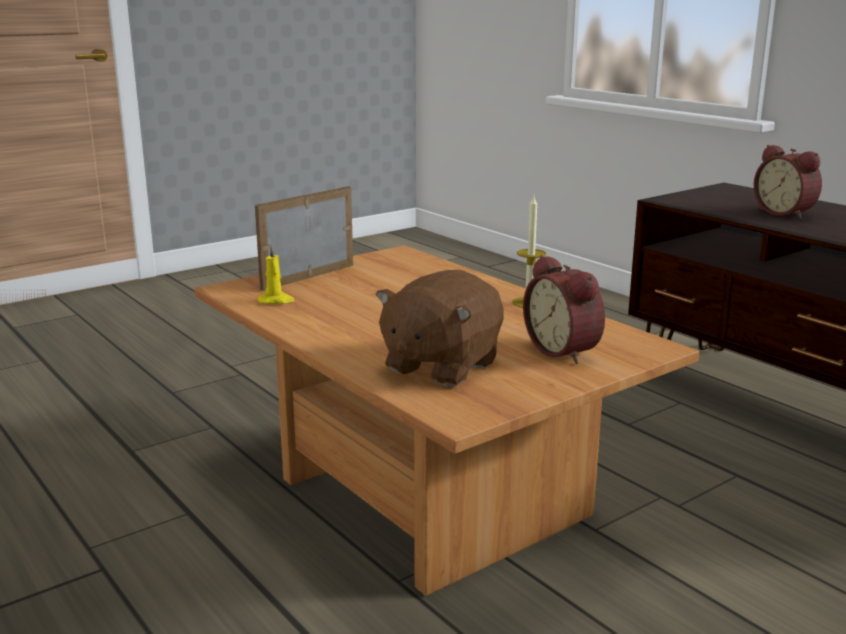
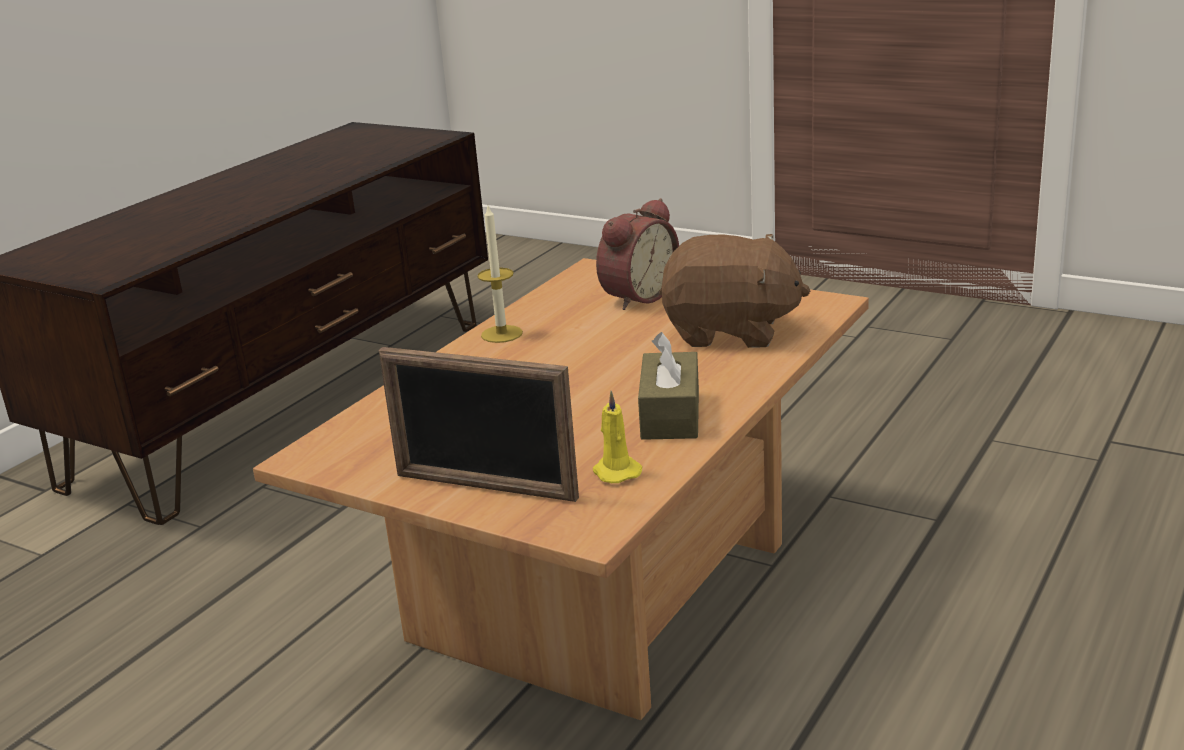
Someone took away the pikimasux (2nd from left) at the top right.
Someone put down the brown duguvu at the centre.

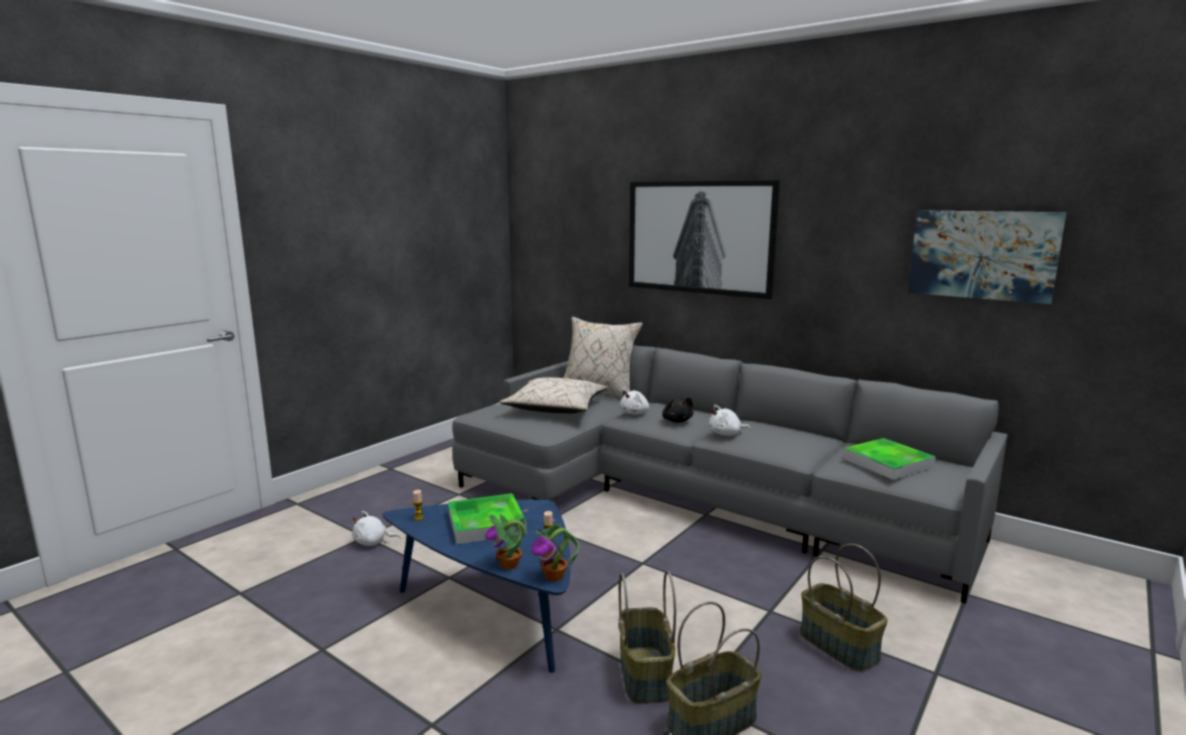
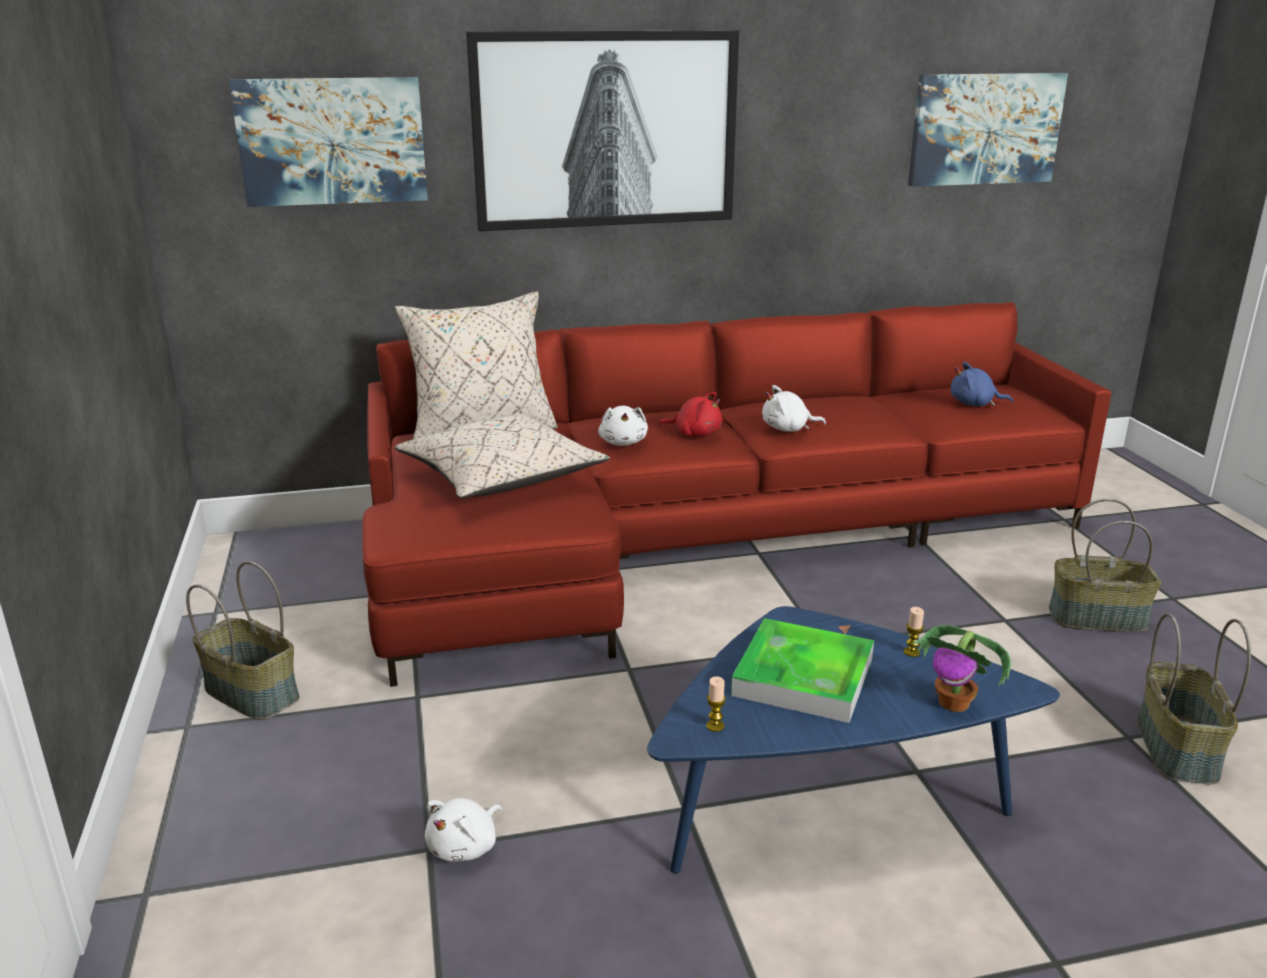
Someone took away the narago (2nd from left) at the bottom centre.
Someone put up the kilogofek (1st from left) at the top left.
Someone carried the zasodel (1st from left) from the bottom centre to the middle left.
Someone swapped the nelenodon (2nd from left) at the middle right for the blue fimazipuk at the middle right.
Someone repainted the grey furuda at the centre, which became the red furuda at the centre.
Someone repainted the black fimazipuk at the centre, which became the red fimazipuk at the centre.
Someone rotated the white fimazipuk (3rd from left) at the centre by 60 degrees clockwise.

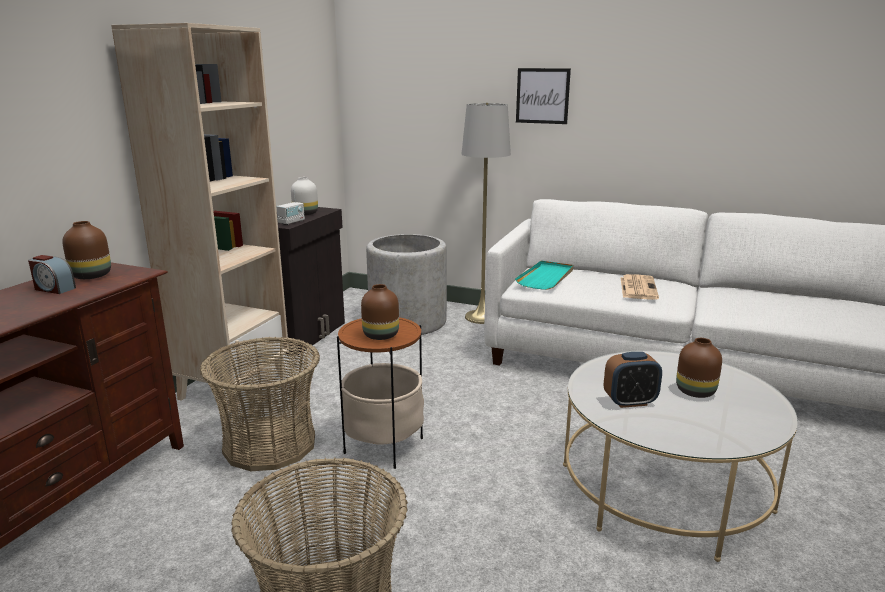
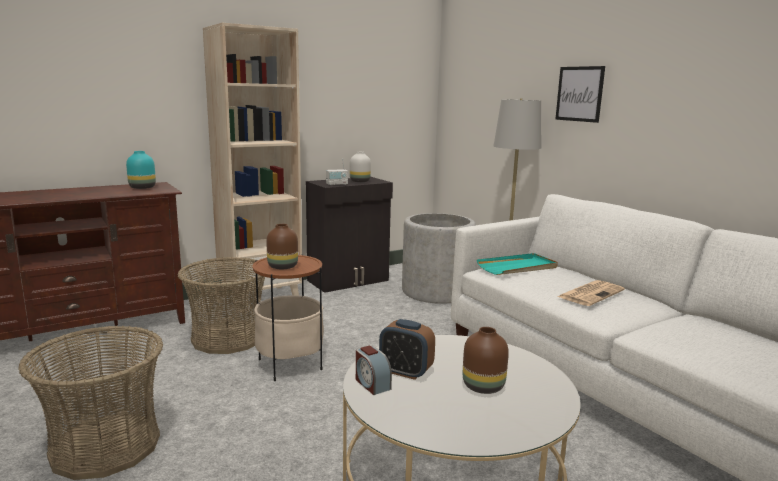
Someone carried the pikimasux (1st from left) from the middle left to the bottom centre.
Someone repainted the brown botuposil (1st from left) at the middle left, which became the turquoise botuposil at the middle left.

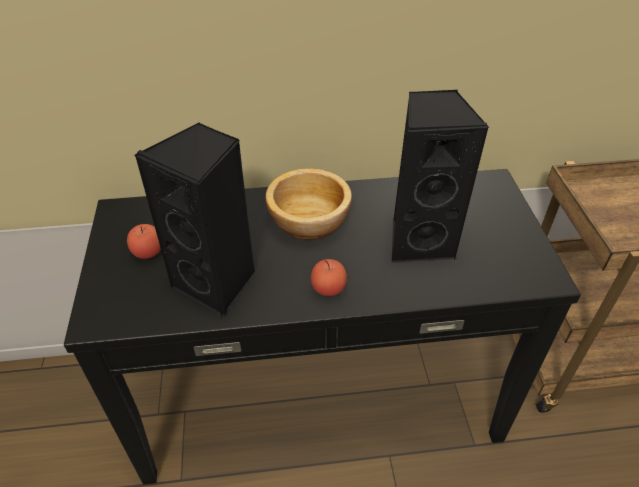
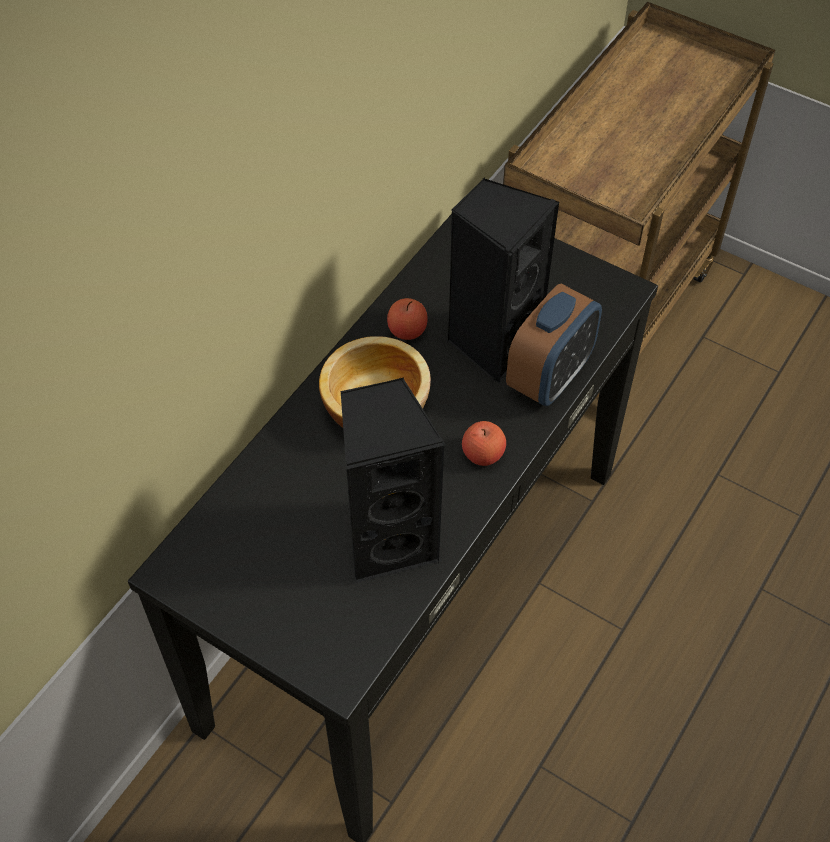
Someone put down the pikimasux at the middle right.
Someone carried the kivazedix (1st from left) from the middle left to the centre.

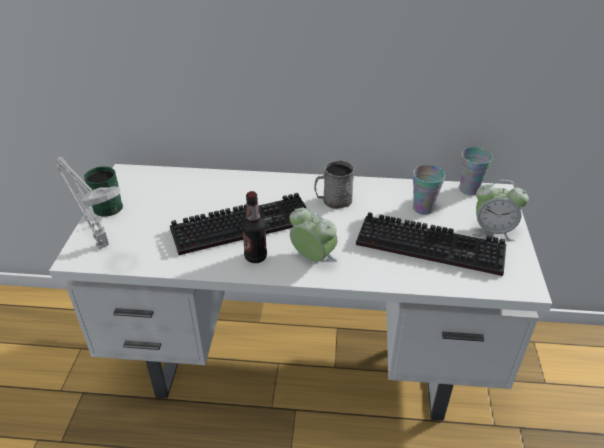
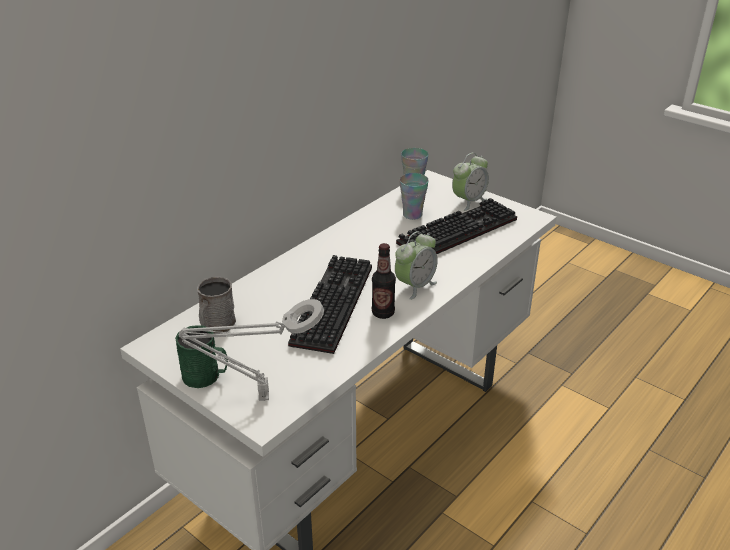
Someone carried the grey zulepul from the centre to the middle left.
Someone rotated the pikimasux (1st from left) at the centre by 150 degrees clockwise.

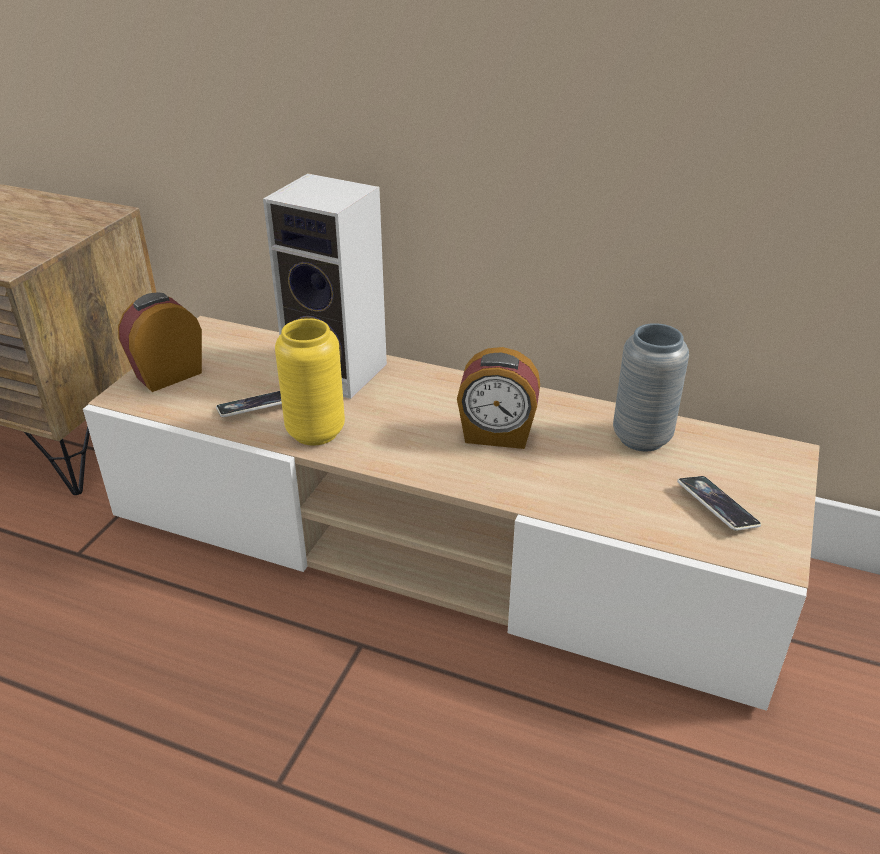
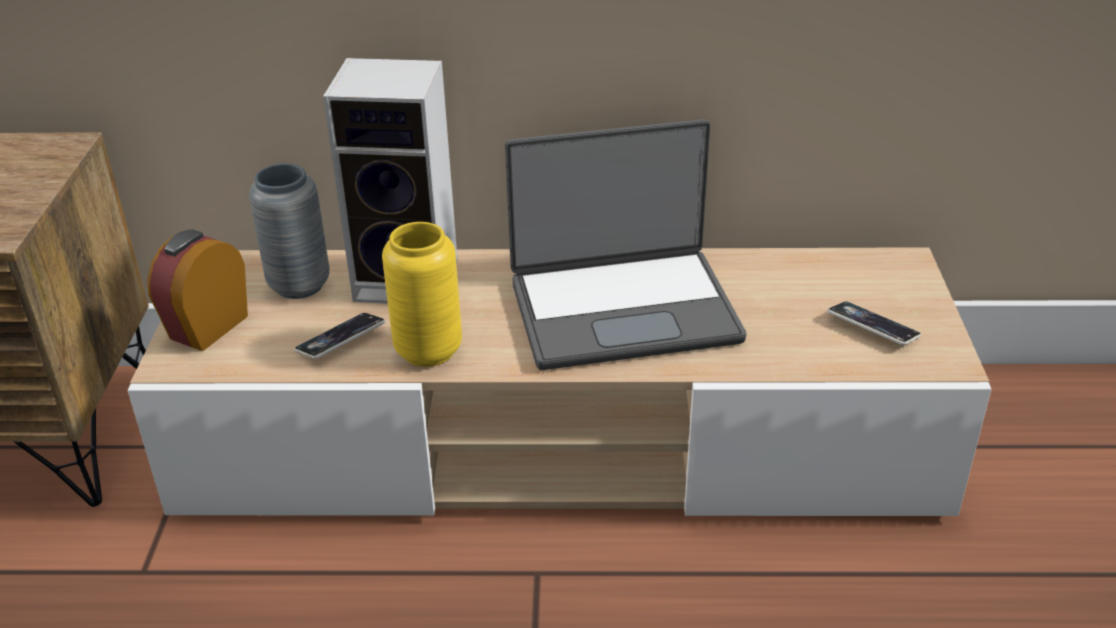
Someone carried the grey botuposil from the middle right to the middle left.
Someone swapped the pikimasux (2nd from left) at the centre for the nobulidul at the centre.

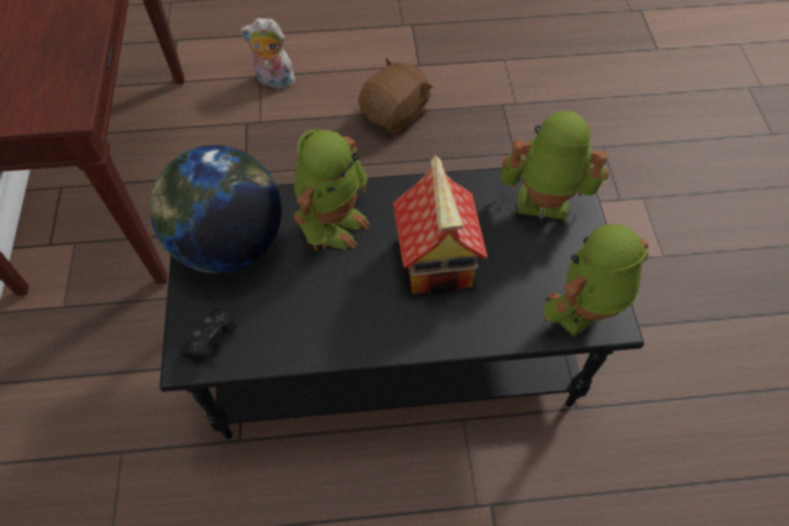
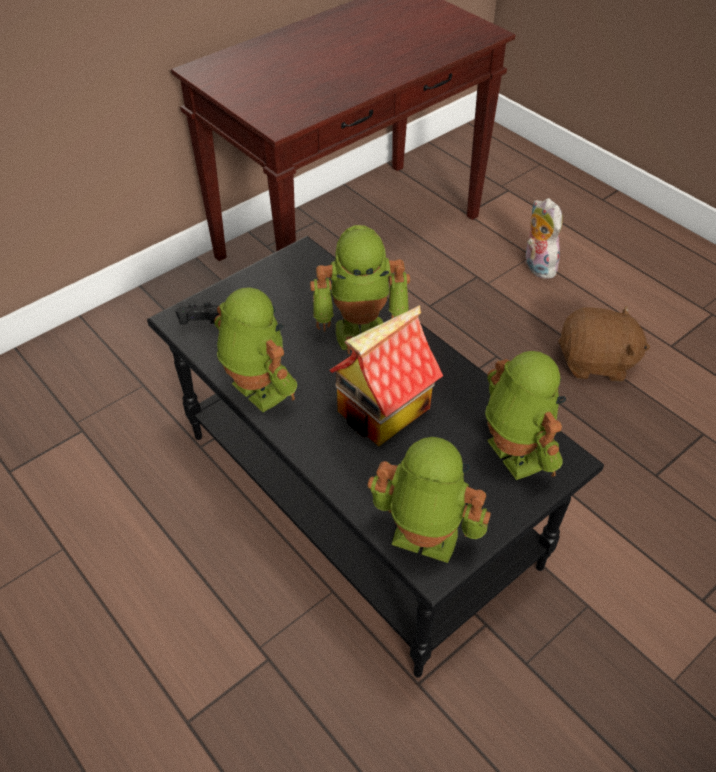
Someone took away the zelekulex at the middle left.
Someone put down the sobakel (1st from left) at the centre.

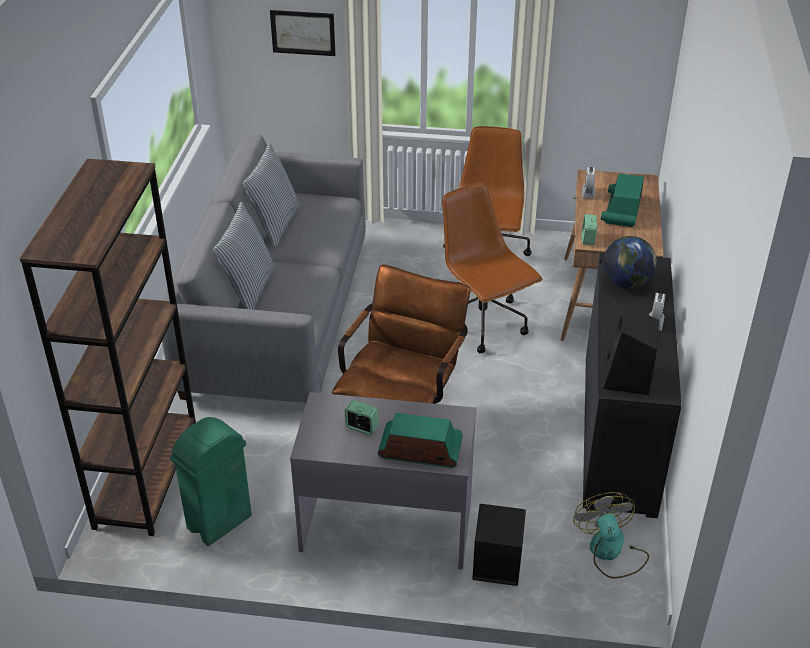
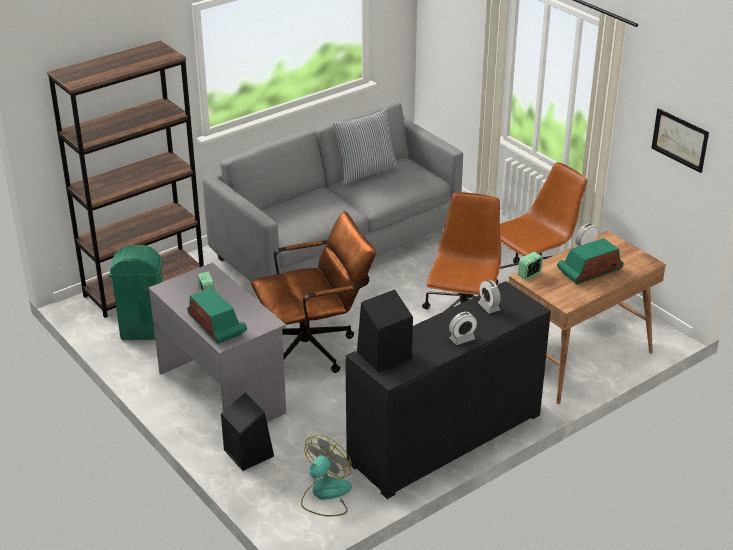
Someone took away the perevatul (1st from left) at the middle left.
Someone carried the kilogofek from the top centre to the top right.
Someone swapped the zelekulex at the middle right for the pikimasux (3rd from left) at the middle right.

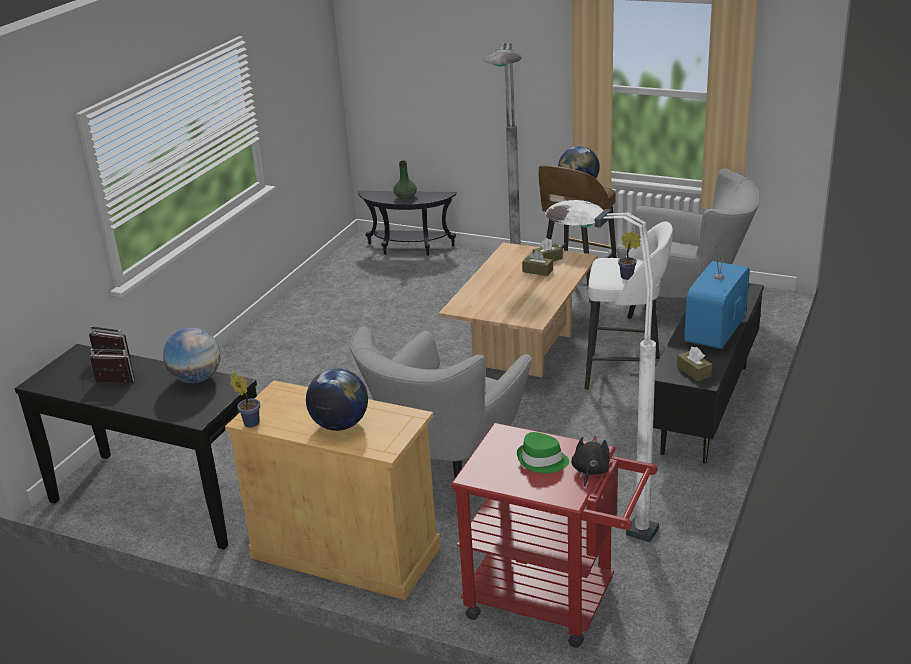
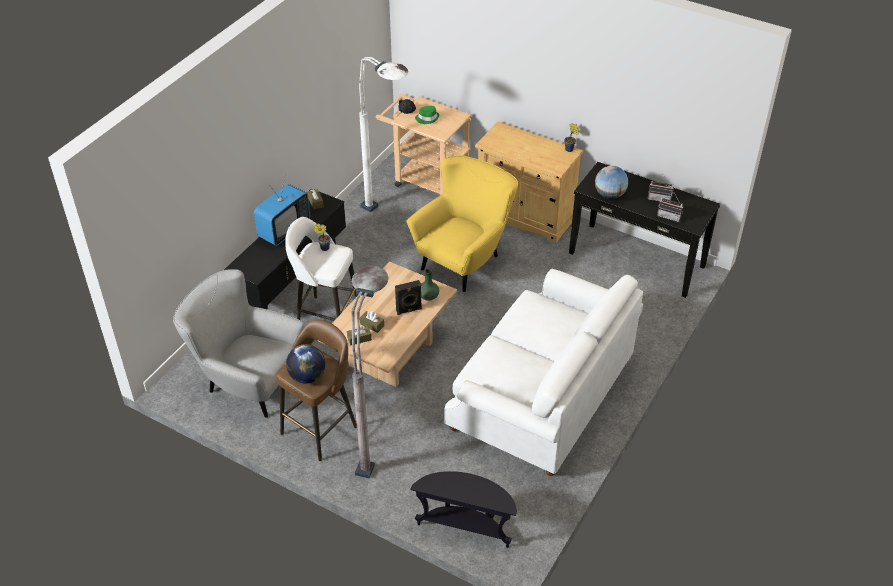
Someone took away the zelekulex (2nd from left) at the centre.
Someone put down the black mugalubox at the centre.
Someone put down the white furuda at the centre.
Someone carried the green botuposil from the top centre to the centre.
Someone repainted the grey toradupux (1st from left) at the centre, which became the yellow toradupux at the centre.
Someone repainted the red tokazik at the bottom centre, which became the beige tokazik at the top centre.

